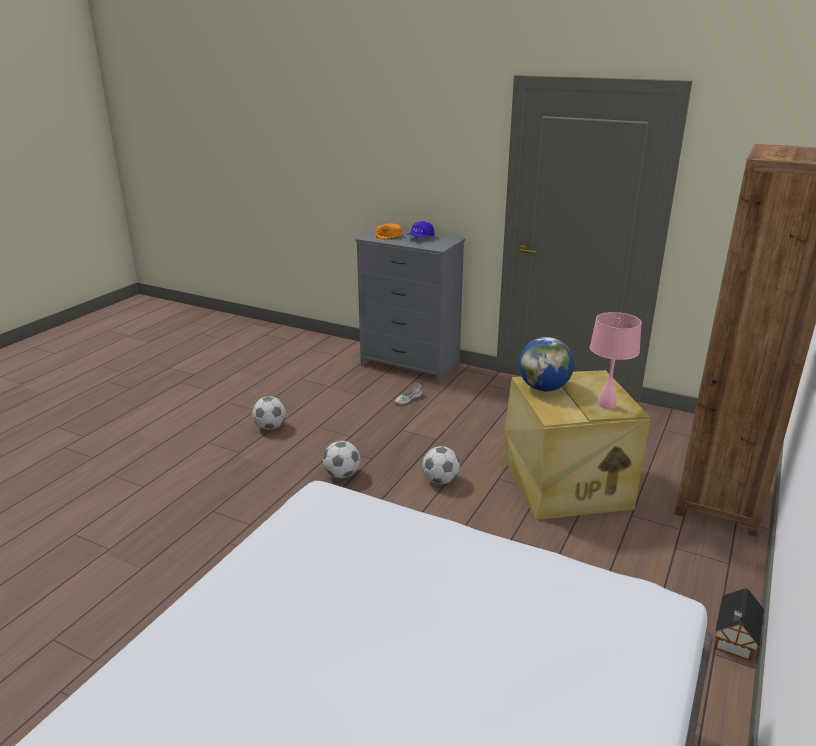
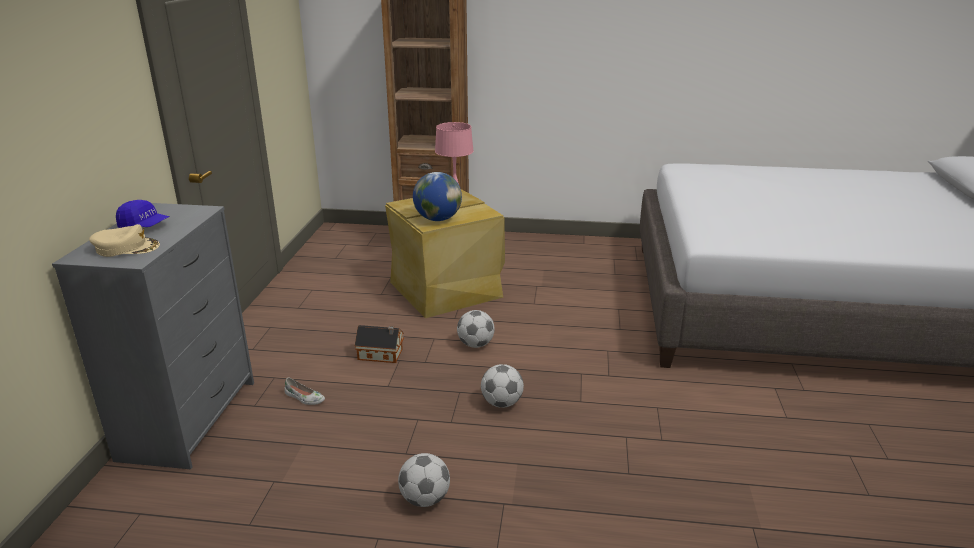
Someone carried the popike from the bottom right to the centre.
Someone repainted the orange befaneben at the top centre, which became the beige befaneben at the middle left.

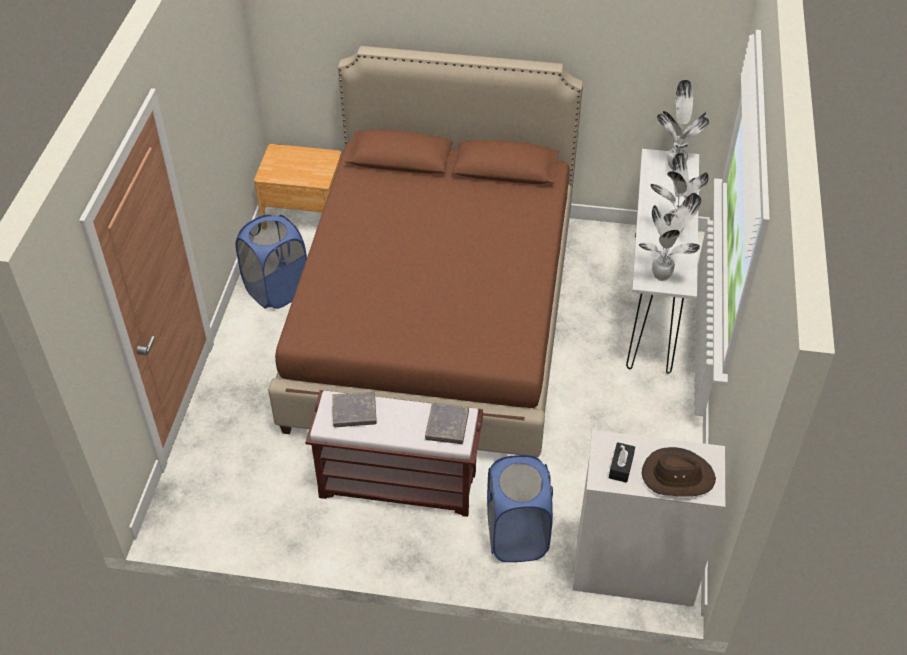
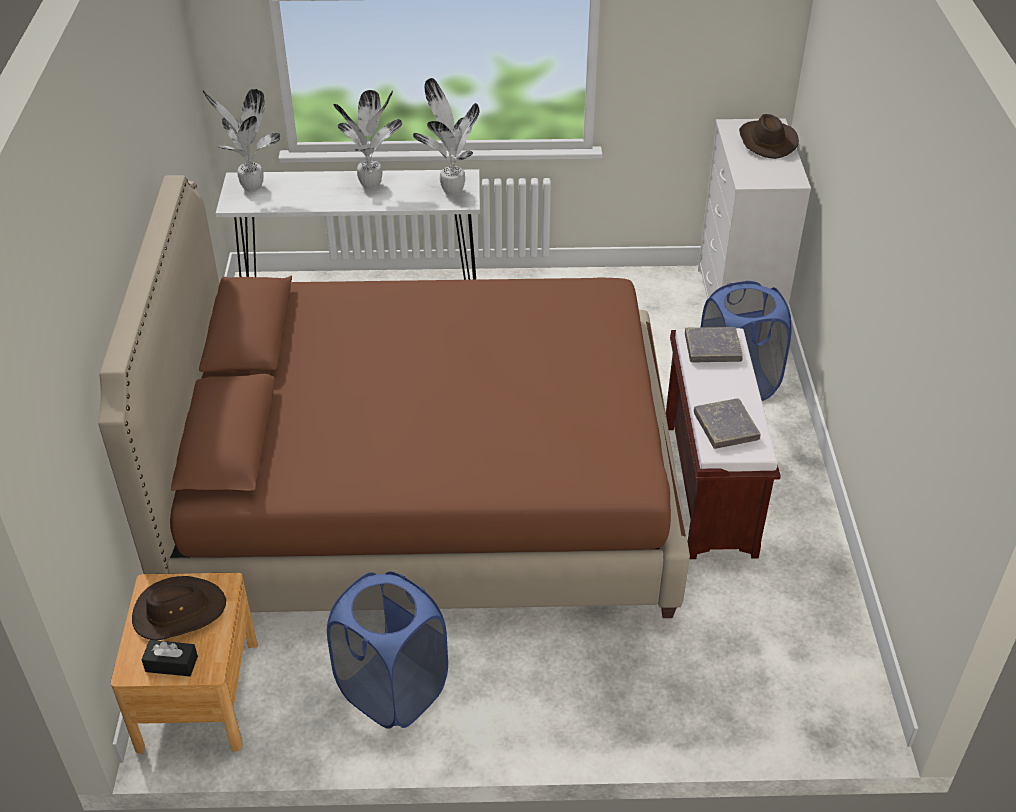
Someone put down the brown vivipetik (1st from left) at the bottom left.
Someone carried the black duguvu from the bottom right to the bottom left.

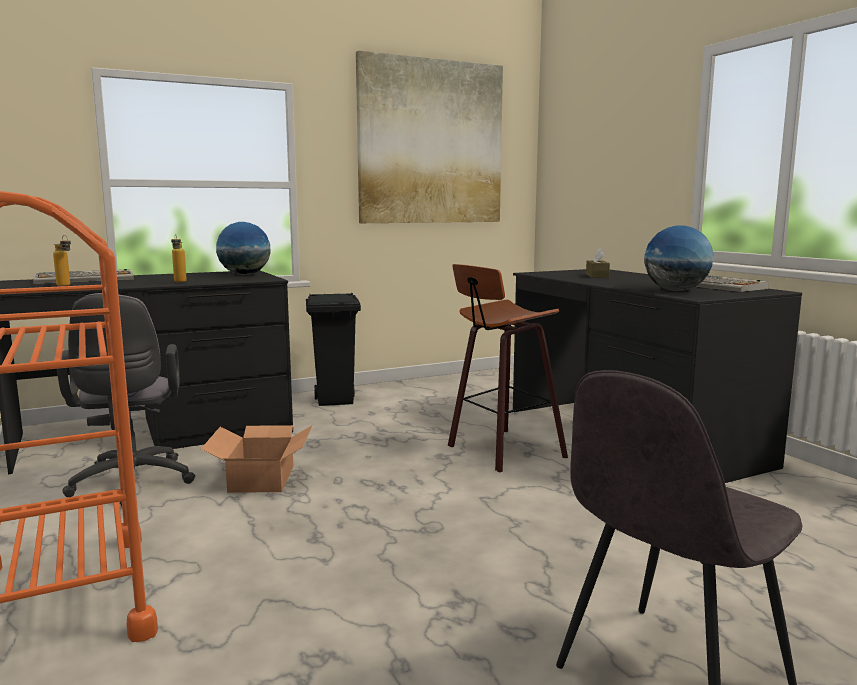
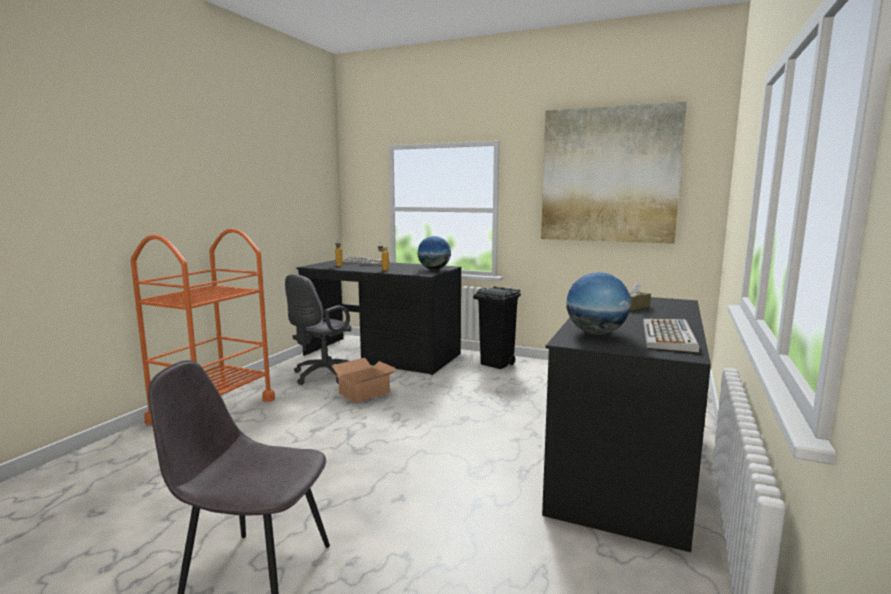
Someone took away the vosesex at the centre.

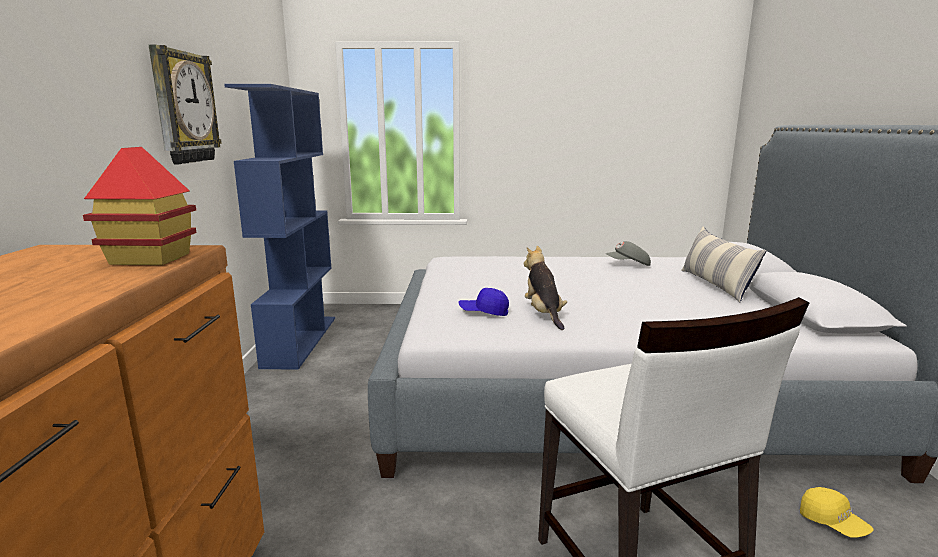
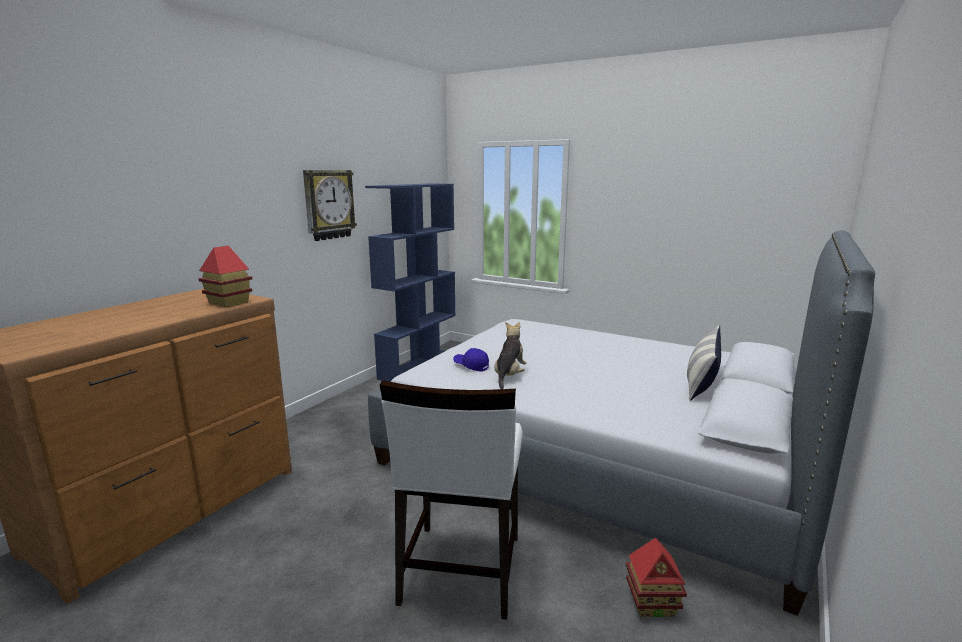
Someone took away the grey befaneben at the middle right.
Someone swapped the yellow befaneben at the bottom right for the popike (2nd from left) at the bottom right.

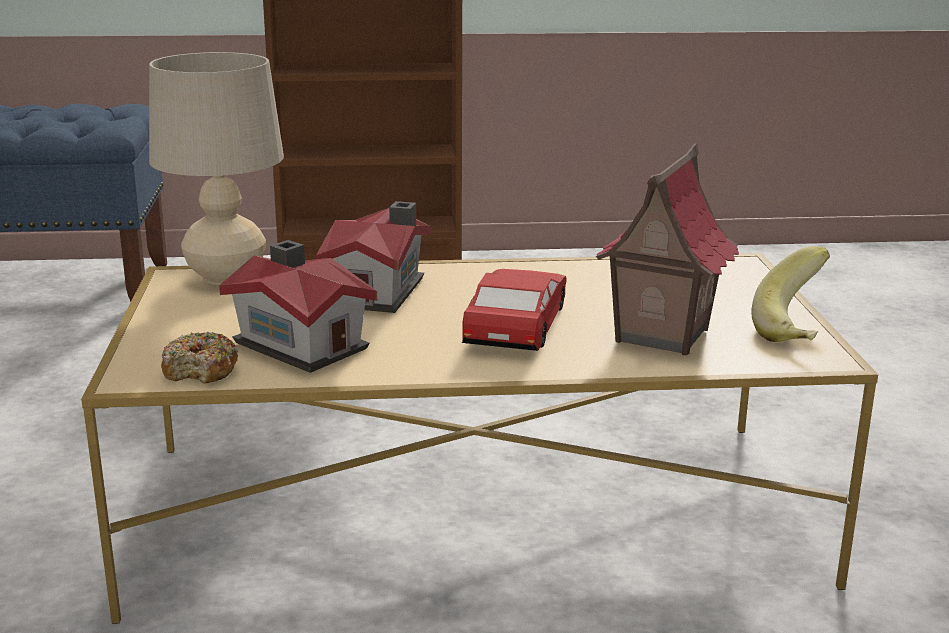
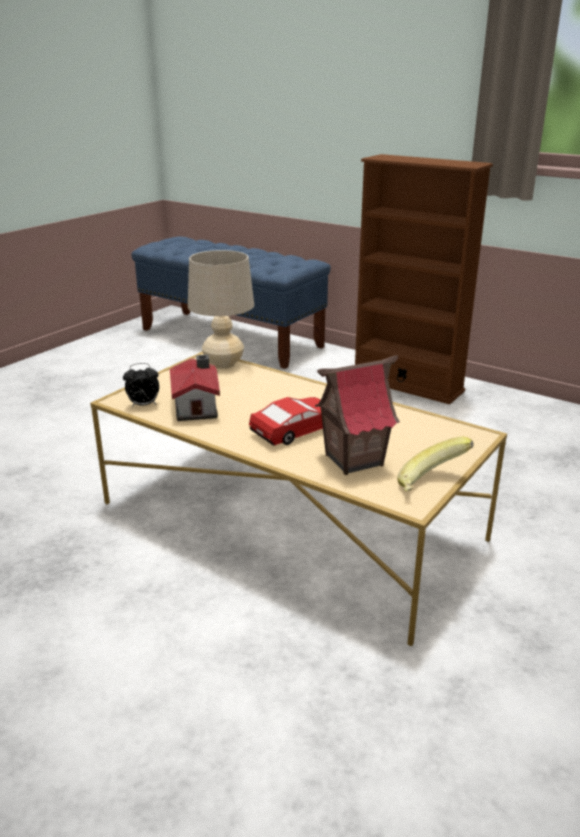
Someone took away the popike (2nd from left) at the centre.
Someone swapped the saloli at the middle left for the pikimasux at the middle left.

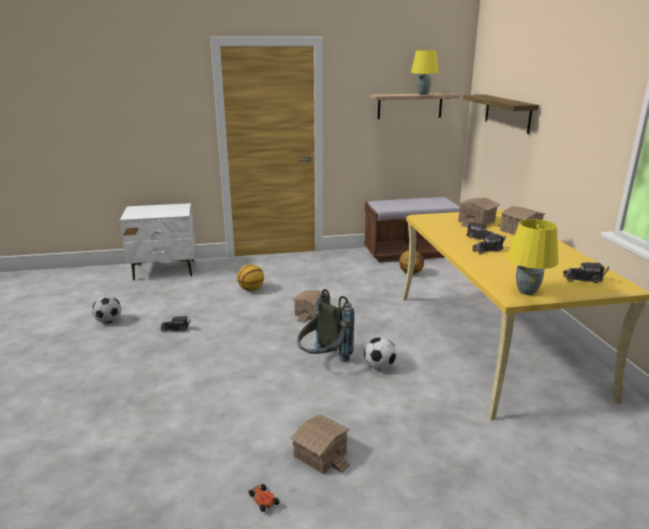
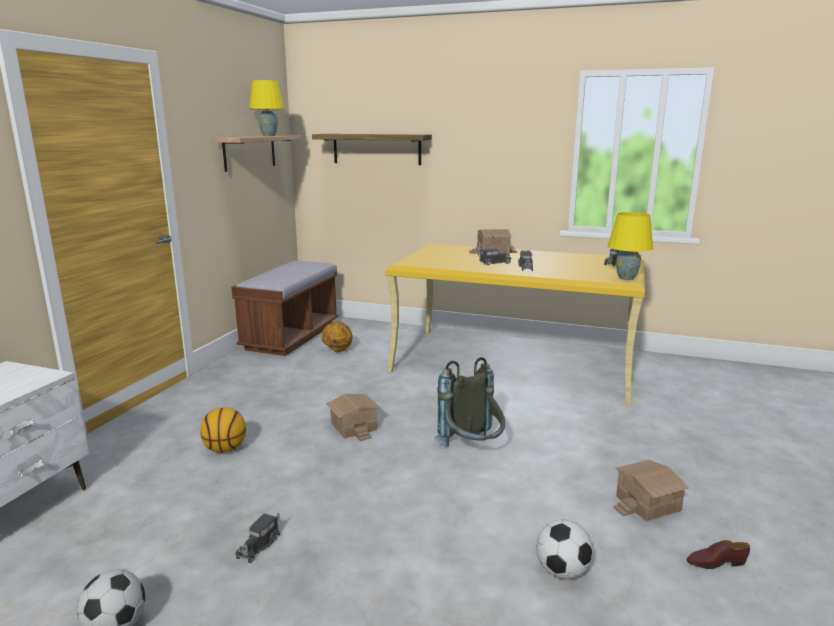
Someone took away the popike (3rd from left) at the middle right.
Someone carried the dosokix (2nd from left) from the bottom centre to the bottom right.
Someone swapped the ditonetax at the bottom centre for the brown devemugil at the bottom right.

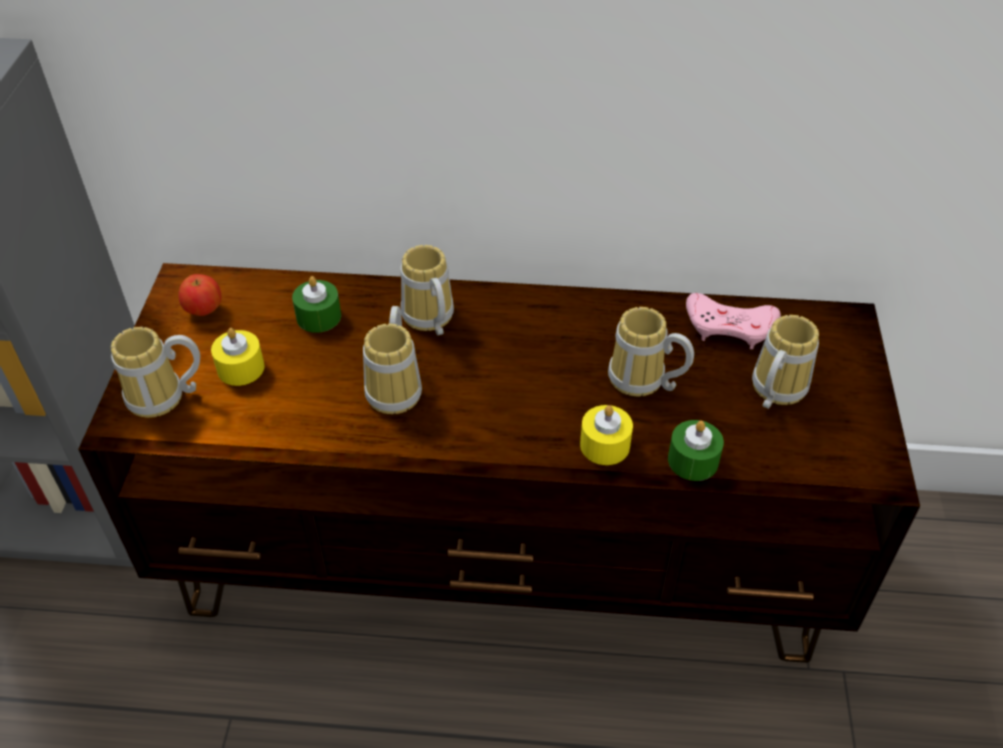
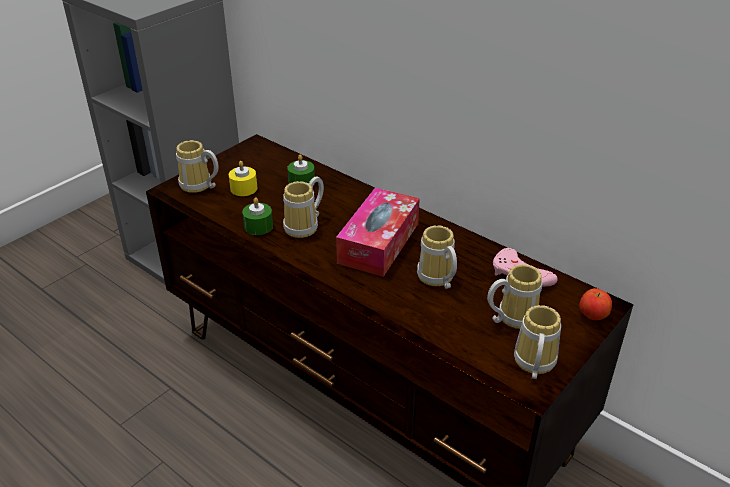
Someone took away the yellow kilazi (2nd from left) at the centre.
Someone put down the duguvu at the centre.
Someone carried the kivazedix from the middle left to the middle right.
Someone carried the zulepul (3rd from left in the first image) from the centre to the bottom right.
Someone carried the green kilazi (2nd from left in the first image) from the middle right to the centre.

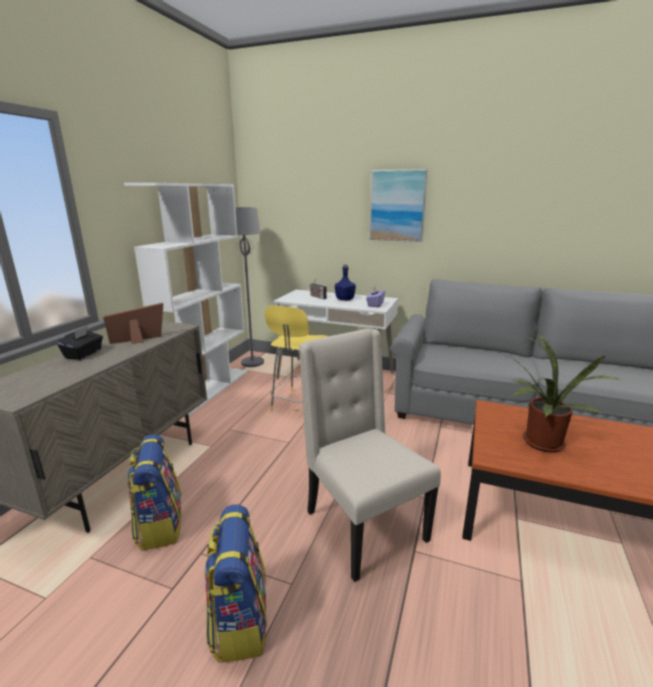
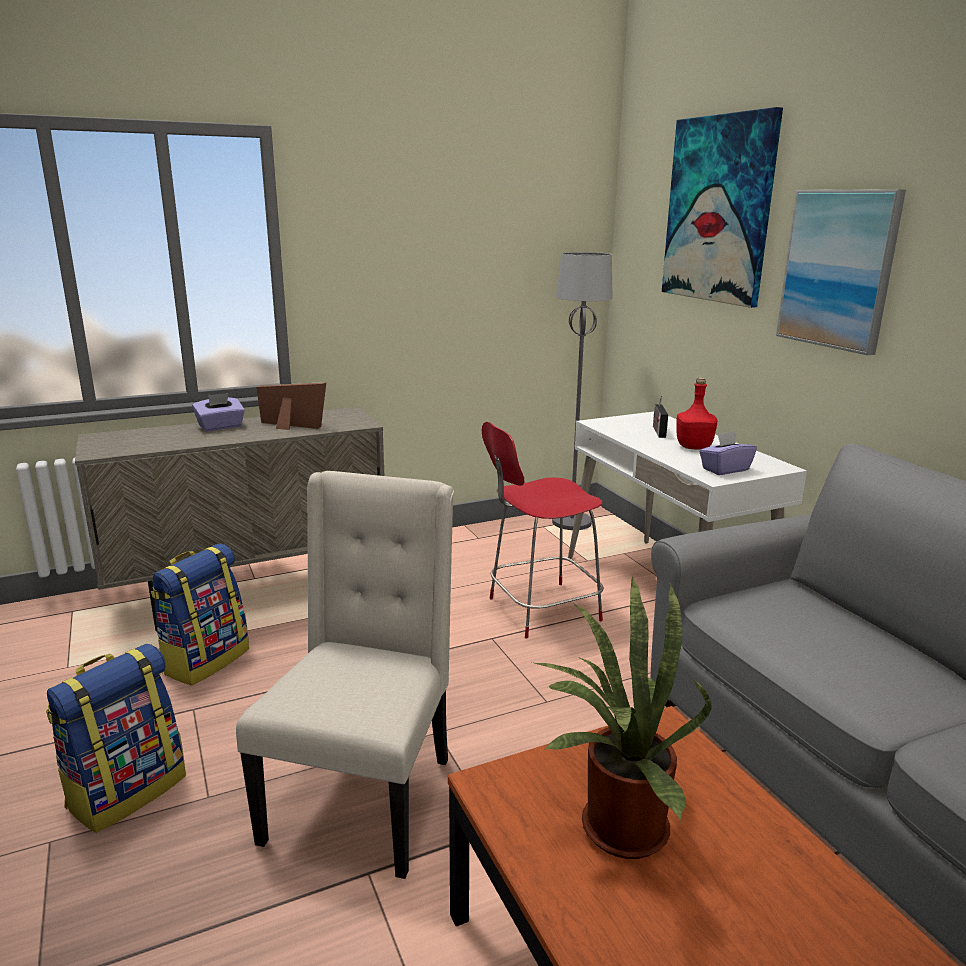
Someone took away the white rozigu at the middle left.
Someone put up the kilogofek (1st from left) at the top right.
Someone repainted the black duguvu at the middle left, which became the purple duguvu (1st from left) at the middle left.
Someone repainted the yellow vosesex at the centre, which became the red vosesex at the centre.
Someone repainted the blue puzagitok at the centre, which became the red puzagitok at the middle right.

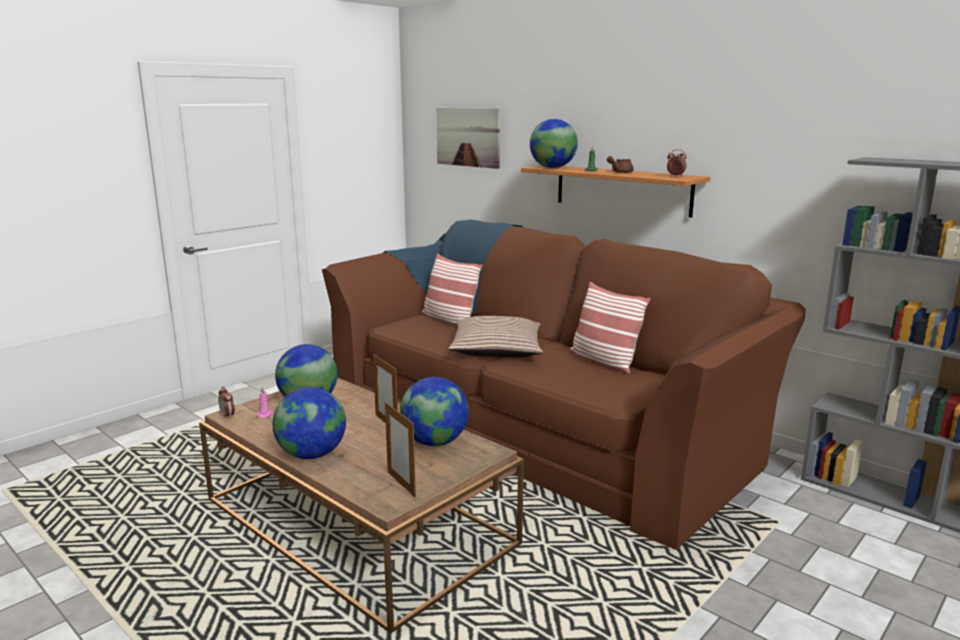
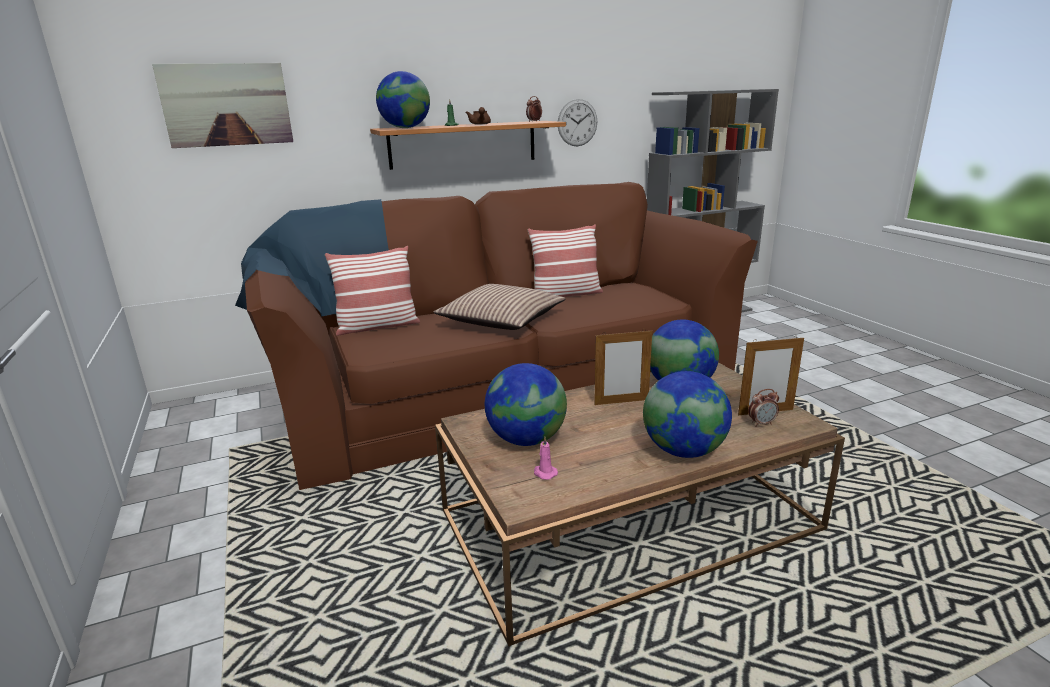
Someone put up the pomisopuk at the top centre.
Someone carried the pikimasux (1st from left in the first image) from the middle left to the middle right.

